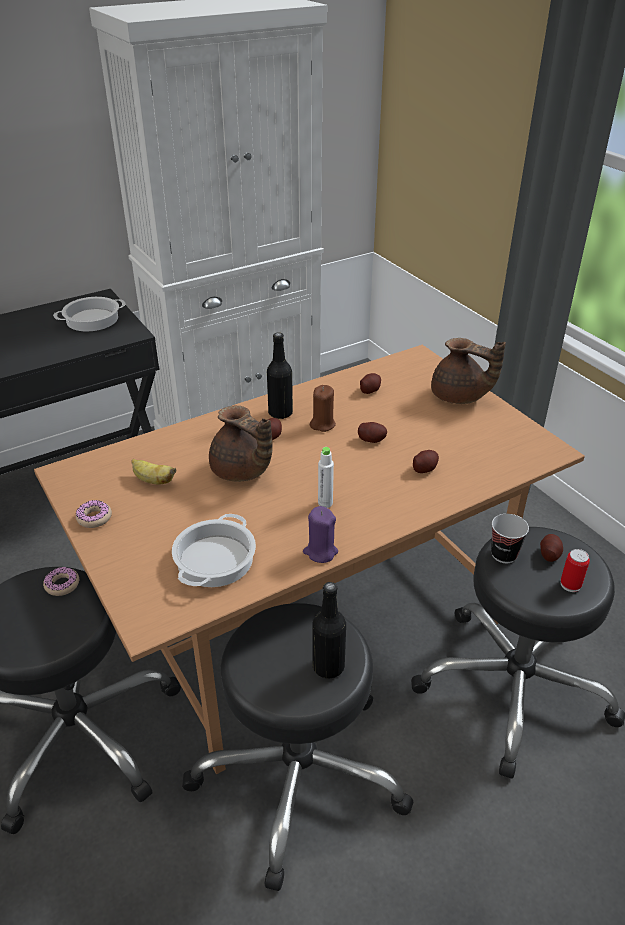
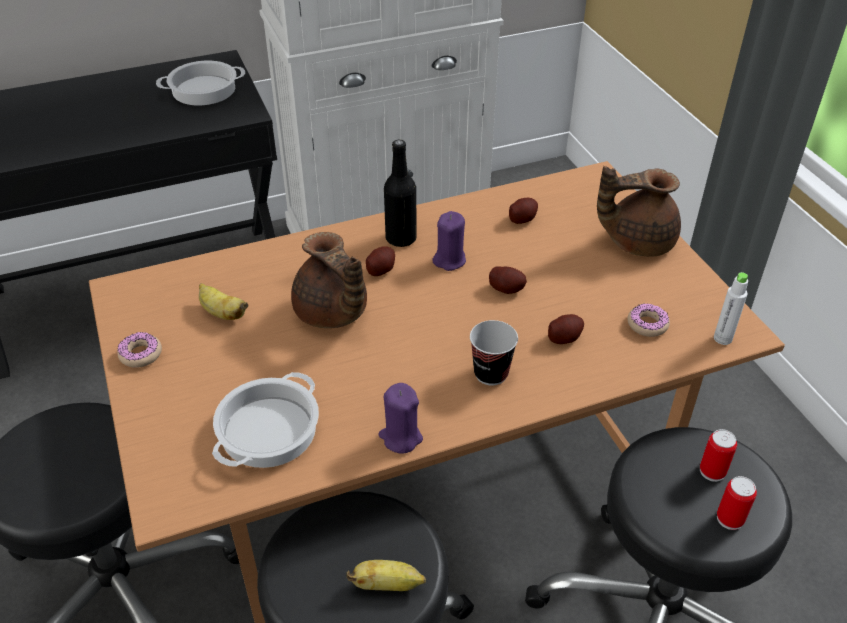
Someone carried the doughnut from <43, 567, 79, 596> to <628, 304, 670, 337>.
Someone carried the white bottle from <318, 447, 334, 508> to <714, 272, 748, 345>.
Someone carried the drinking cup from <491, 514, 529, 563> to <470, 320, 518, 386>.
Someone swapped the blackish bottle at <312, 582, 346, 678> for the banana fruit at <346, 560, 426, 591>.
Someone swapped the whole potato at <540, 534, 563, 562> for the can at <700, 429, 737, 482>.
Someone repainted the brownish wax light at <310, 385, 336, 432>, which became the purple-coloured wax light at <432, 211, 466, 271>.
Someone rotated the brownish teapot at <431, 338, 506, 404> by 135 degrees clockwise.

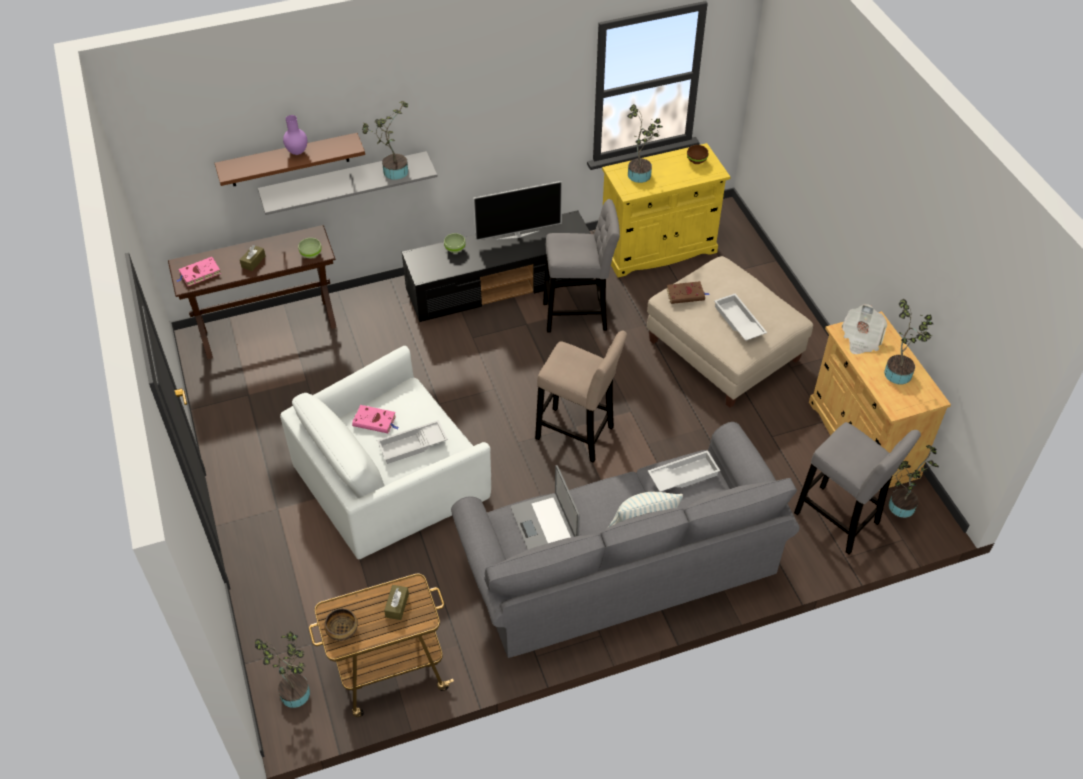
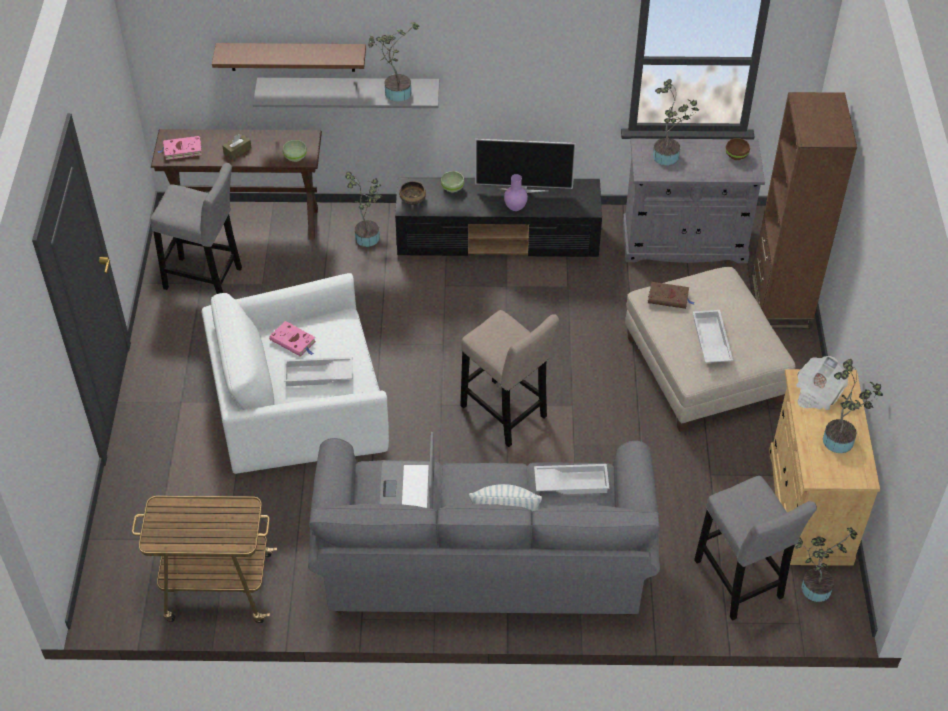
Someone took away the brownish box of tissues at <384, 585, 409, 620>.
Someone put down the brownish shelving unit at <752, 92, 857, 329>.
Someone carried the houseplant from <255, 631, 310, 708> to <345, 171, 382, 247>.
Someone carried the purple-coloured flower vase from <283, 115, 307, 155> to <504, 174, 528, 211>.
Someone carried the bowl from <324, 608, 358, 641> to <399, 181, 426, 205>.
Someone carried the grey stool seat from <543, 199, 620, 333> to <151, 163, 242, 294>.
Someone repainted the yellow-coloured cupboard at <602, 143, 730, 277>, which became the grey cupboard at <623, 139, 765, 263>.

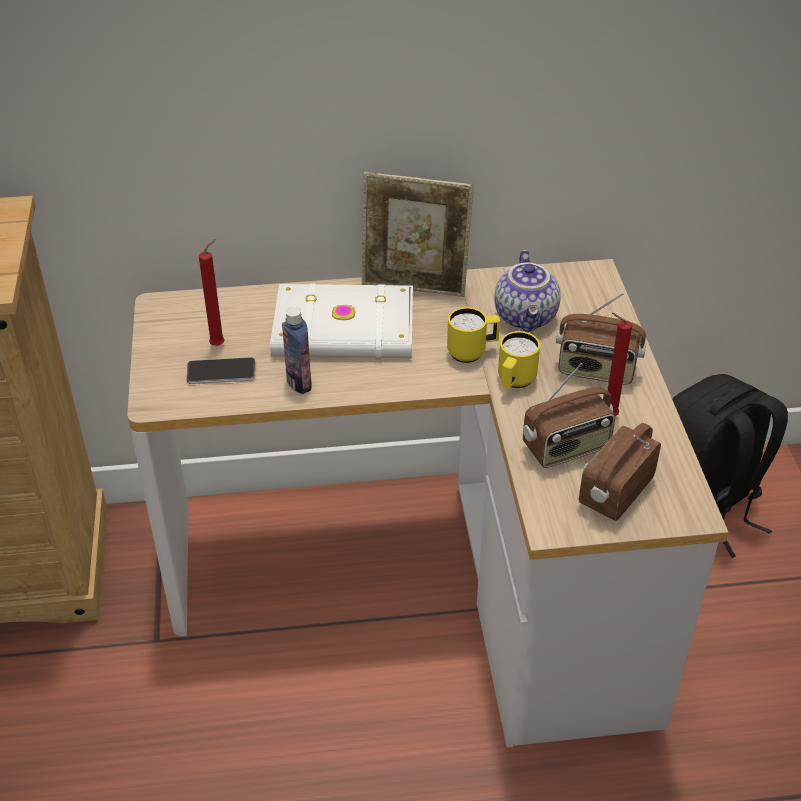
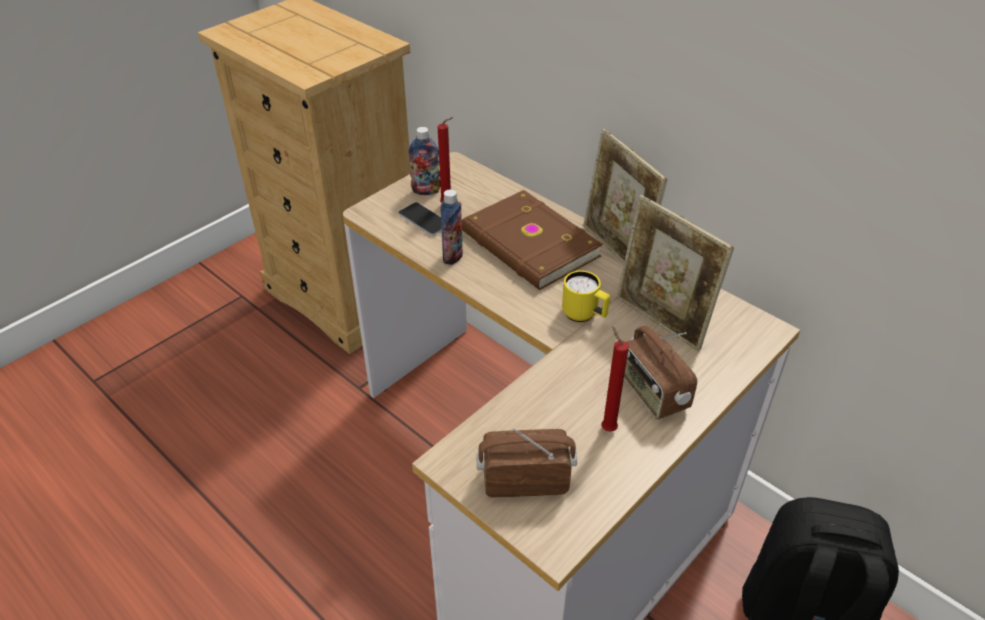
Someone took away the yellow-coloured coffee mug at <498, 331, 540, 389>.
Someone took away the radio receiver at <523, 363, 615, 468>.
Someone put down the bottle at <408, 127, 441, 195>.
Someone swapped the teapot at <494, 250, 560, 332> for the picture frame at <617, 195, 734, 351>.
Someone repainted the white book at <270, 284, 413, 359>, which became the brownish book at <462, 190, 603, 290>.

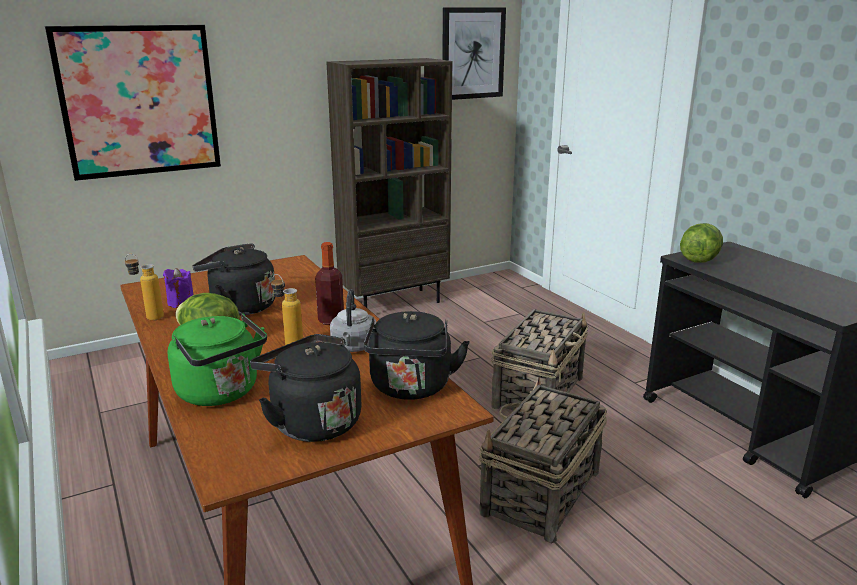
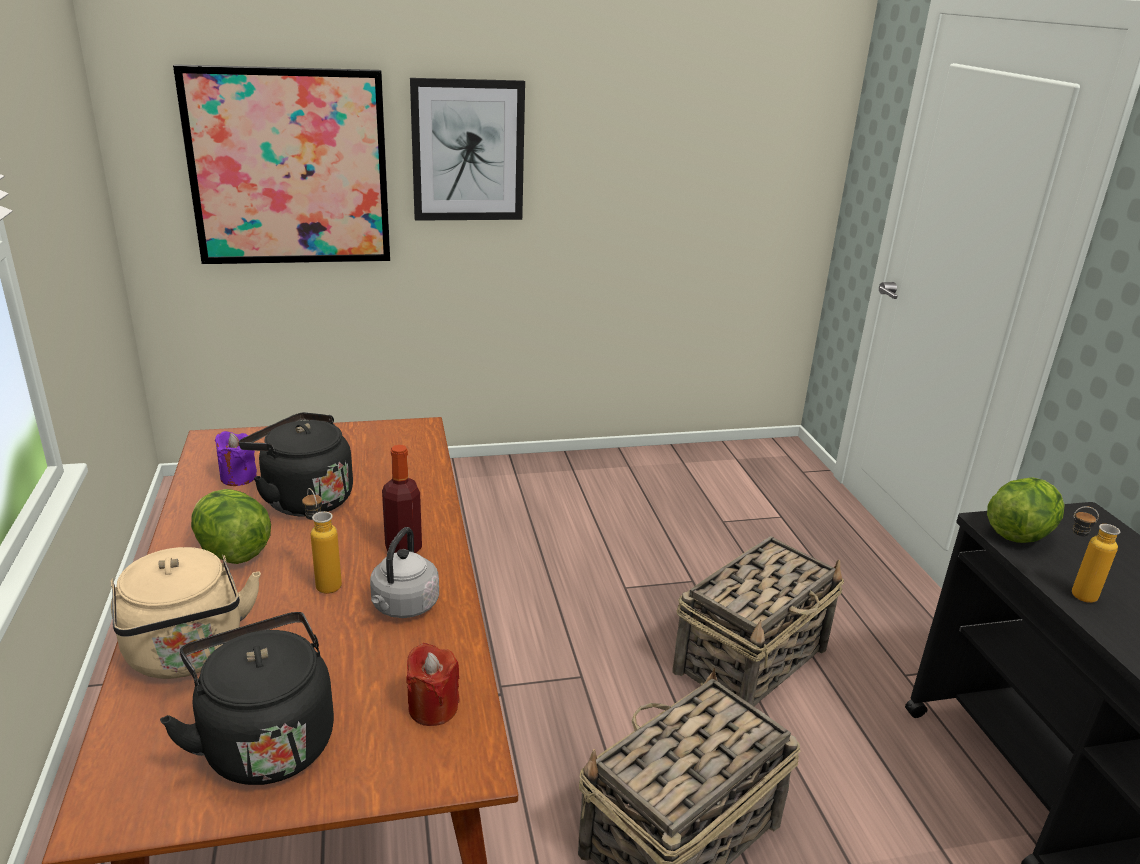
Someone took away the brownish shelving unit at <326, 58, 452, 308>.
Someone carried the bottle from <125, 254, 164, 321> to <1072, 506, 1120, 603>.
Someone carried the picture from <442, 7, 506, 100> to <410, 78, 525, 221>.
Someone swapped the blackish kettle at <363, 311, 470, 400> for the reddish wax light at <406, 643, 459, 726>.
Someone repainted the green kettle at <167, 313, 267, 406>, which became the beige-coloured kettle at <111, 547, 261, 679>.

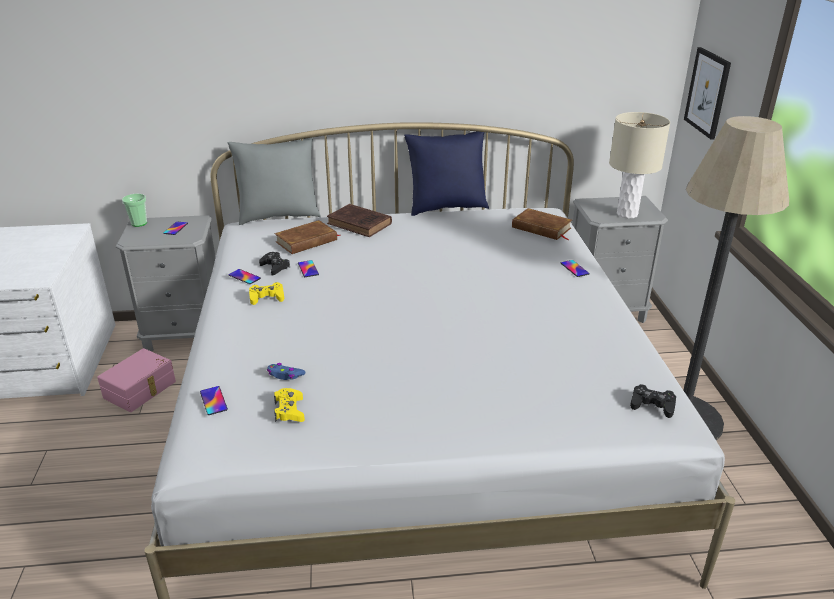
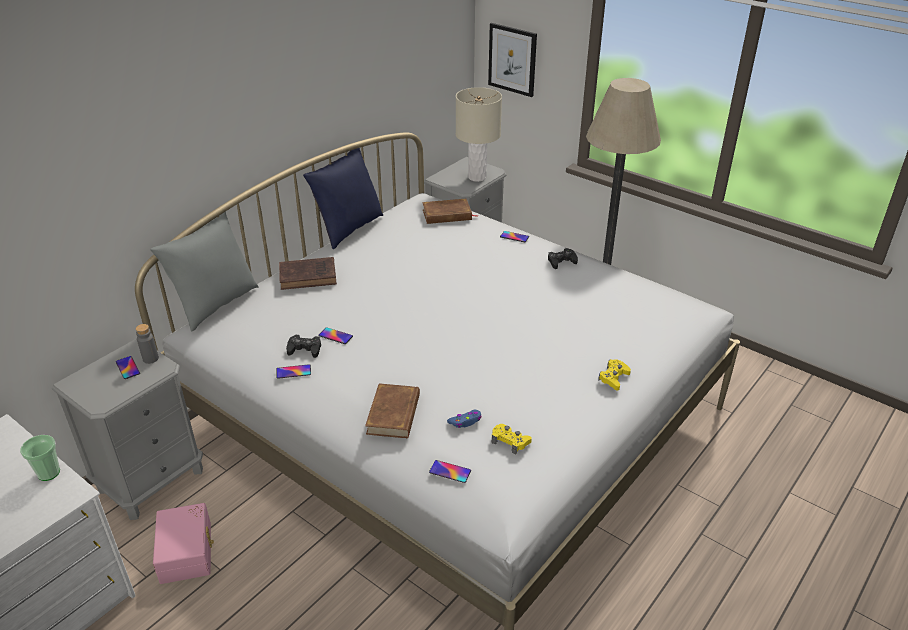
Someone put down the grey bottle at <136, 324, 159, 364>.
Someone carried the drinking cup from <122, 194, 147, 227> to <20, 435, 60, 481>.
Someone carried the yellow-coloured joypad from <249, 282, 284, 305> to <598, 359, 631, 391>.
Someone carried the brownish book from <274, 220, 341, 254> to <365, 383, 420, 439>.
Someone carried the blackish joypad from <630, 384, 676, 418> to <548, 248, 578, 269>.

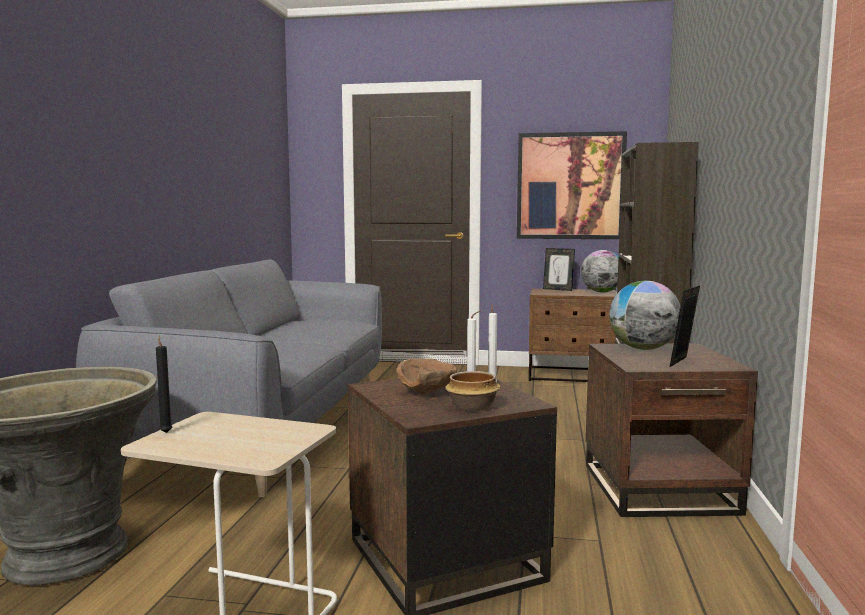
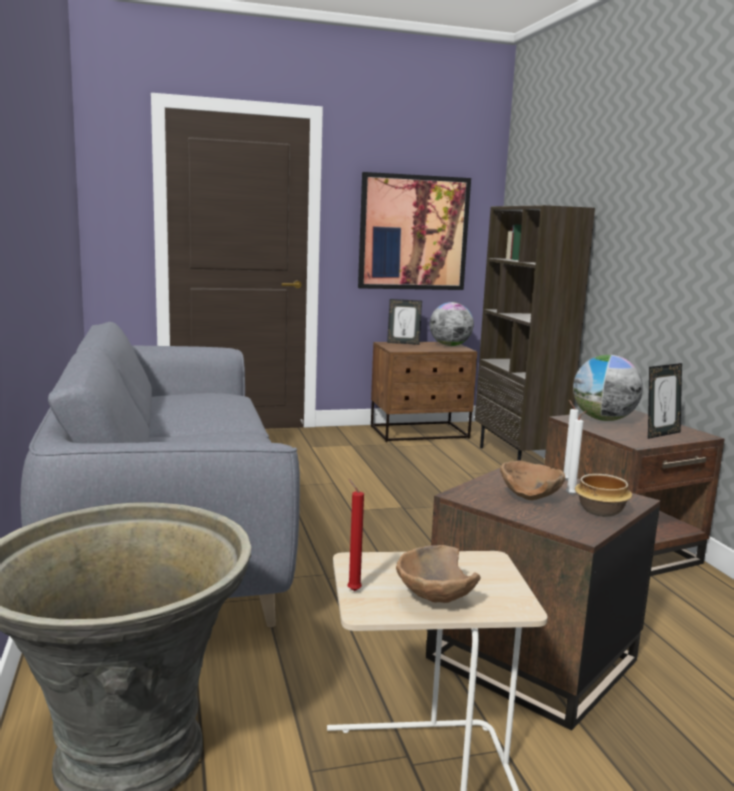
Someone put down the brownish bowl at <396, 545, 481, 603>.
Someone repainted the blackish wax light at <156, 336, 172, 433>, which became the reddish wax light at <348, 479, 364, 591>.
Someone rotated the picture frame at <670, 286, 700, 367> by 135 degrees counterclockwise.

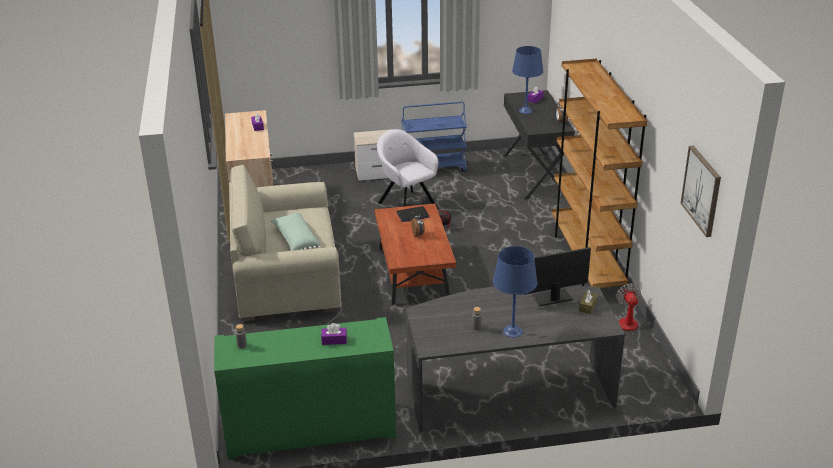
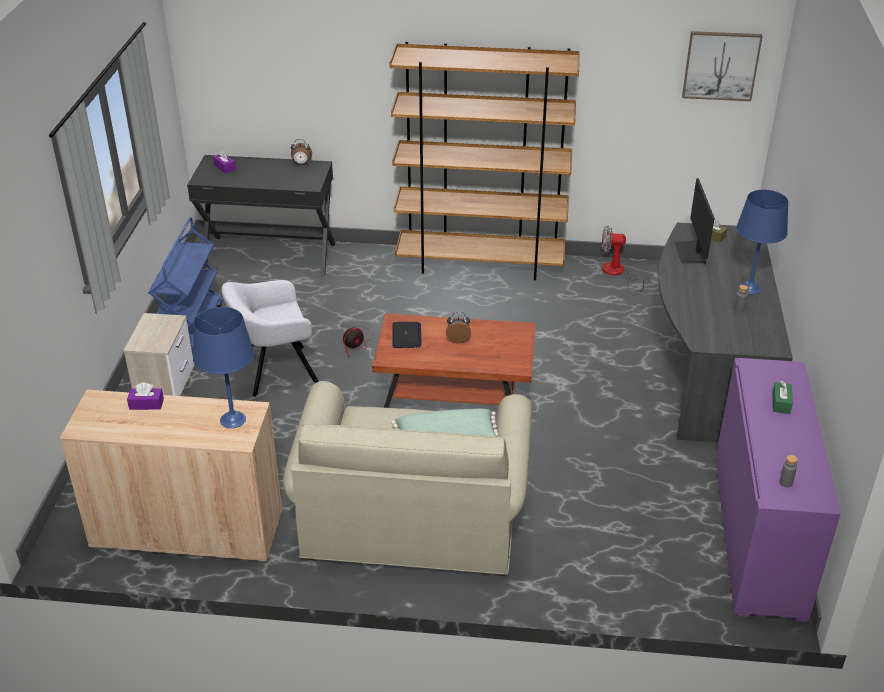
Someone carried the bluish lamp for a table from <512, 46, 543, 114> to <193, 307, 254, 428>.
Someone repainted the green cupboard at <214, 317, 396, 459>, which became the purple-coloured cupboard at <715, 358, 841, 622>.
Someone repainted the purple-coloured box of tissues at <321, 323, 347, 345>, which became the green box of tissues at <772, 381, 793, 414>.

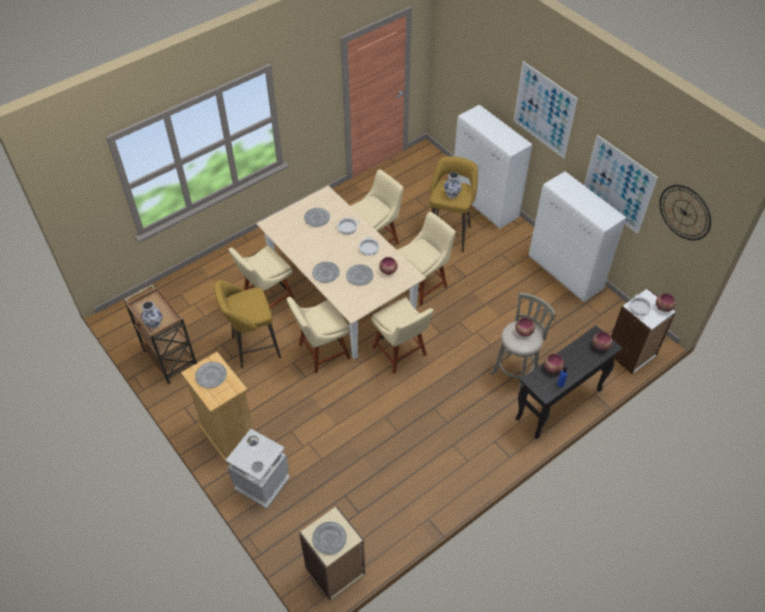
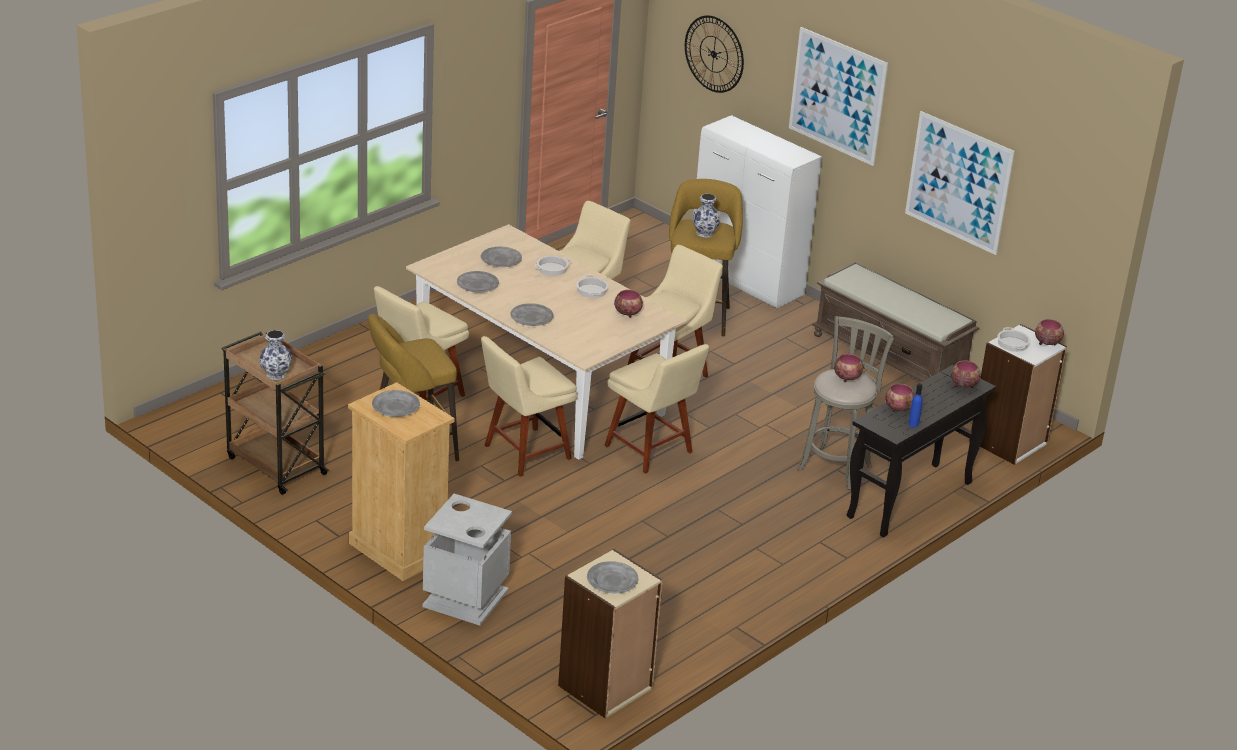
Someone carried the grey plate from <346, 264, 374, 286> to <457, 271, 499, 293>.
Someone carried the wall clock from <659, 185, 711, 241> to <685, 15, 744, 93>.
Someone swapped the white cupboard at <529, 171, 627, 302> for the brownish indoor bench at <812, 262, 979, 382>.

